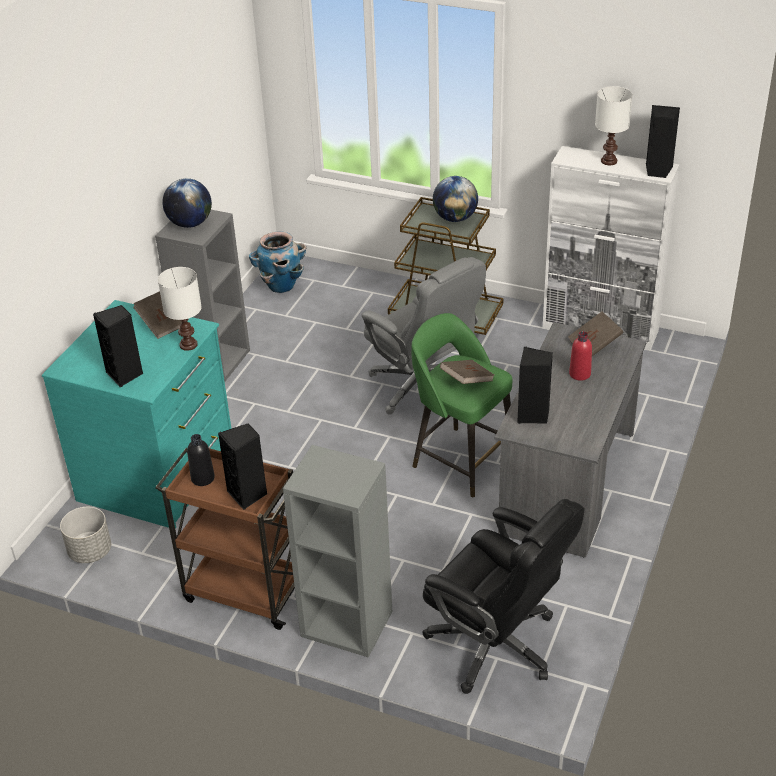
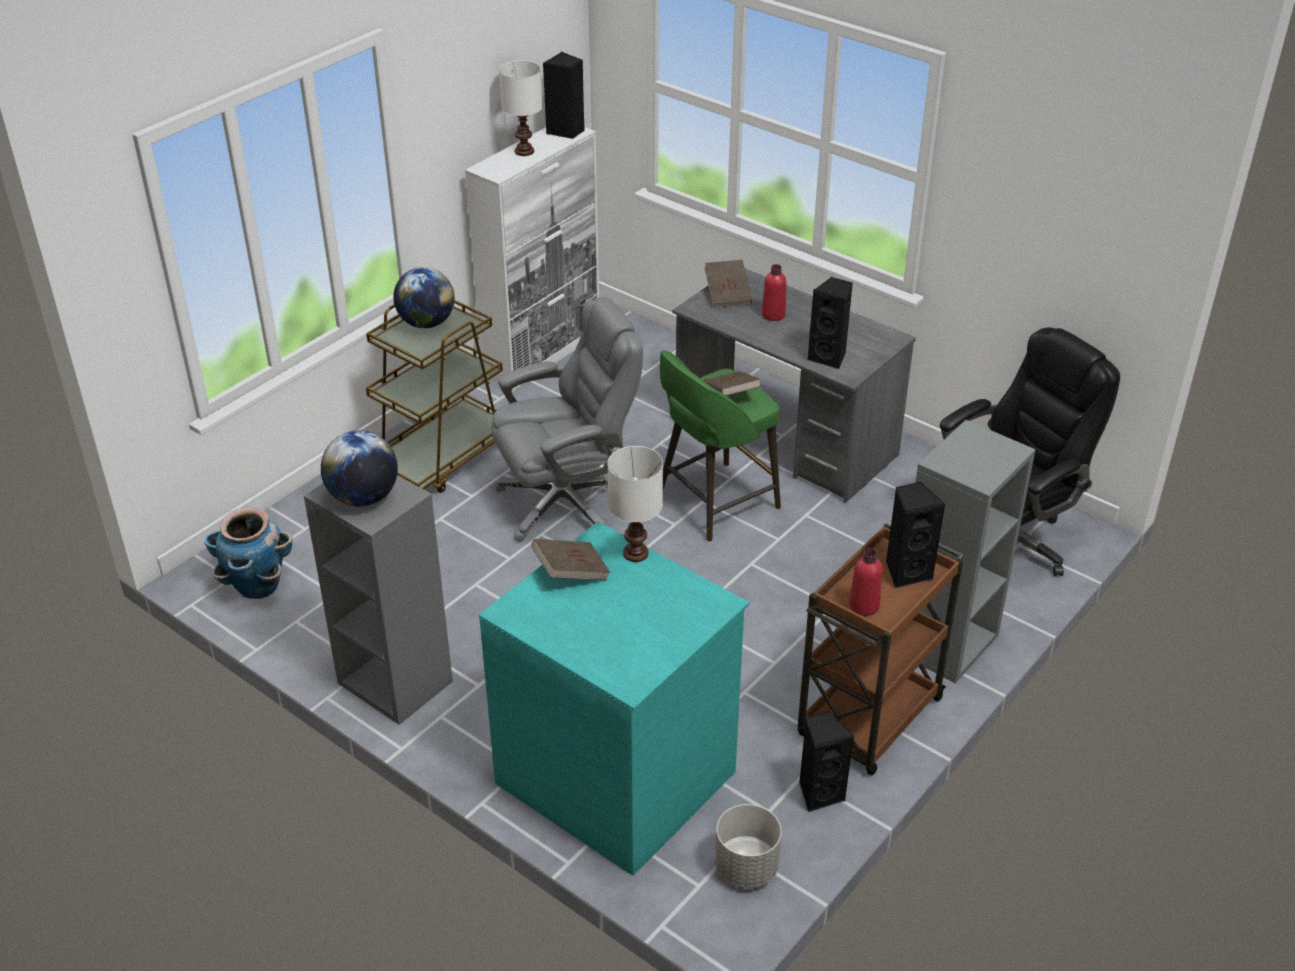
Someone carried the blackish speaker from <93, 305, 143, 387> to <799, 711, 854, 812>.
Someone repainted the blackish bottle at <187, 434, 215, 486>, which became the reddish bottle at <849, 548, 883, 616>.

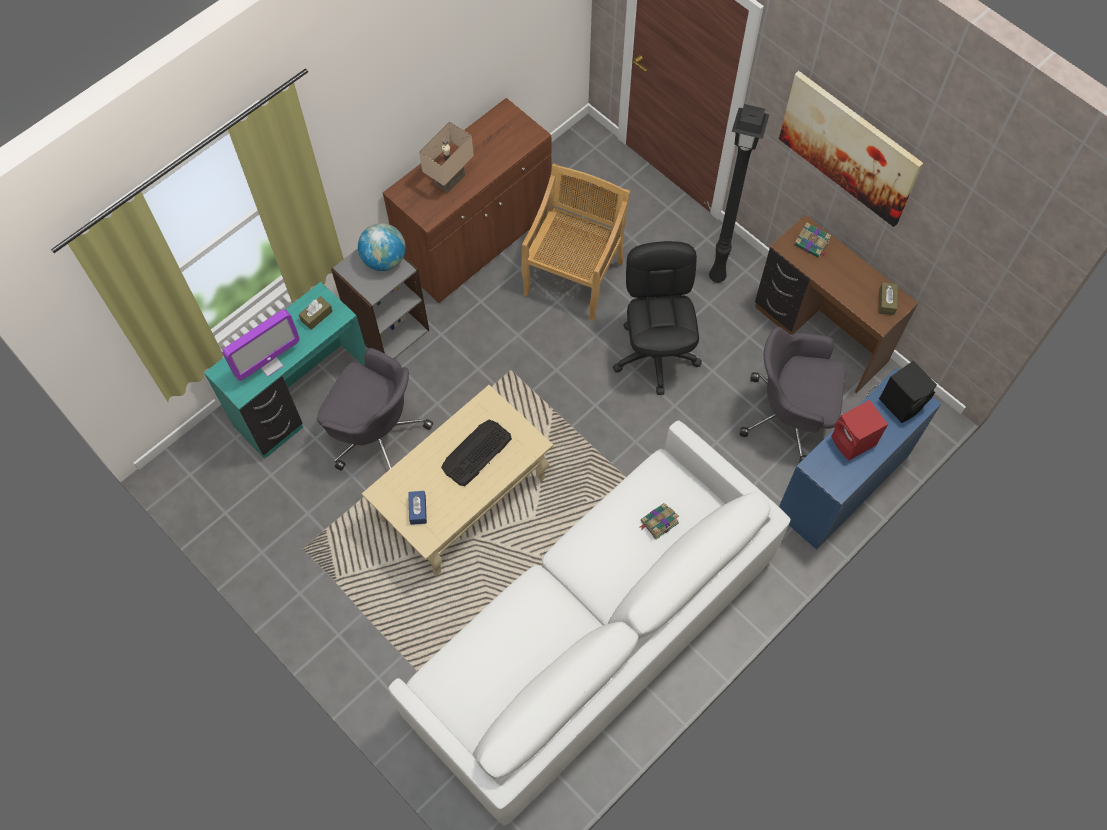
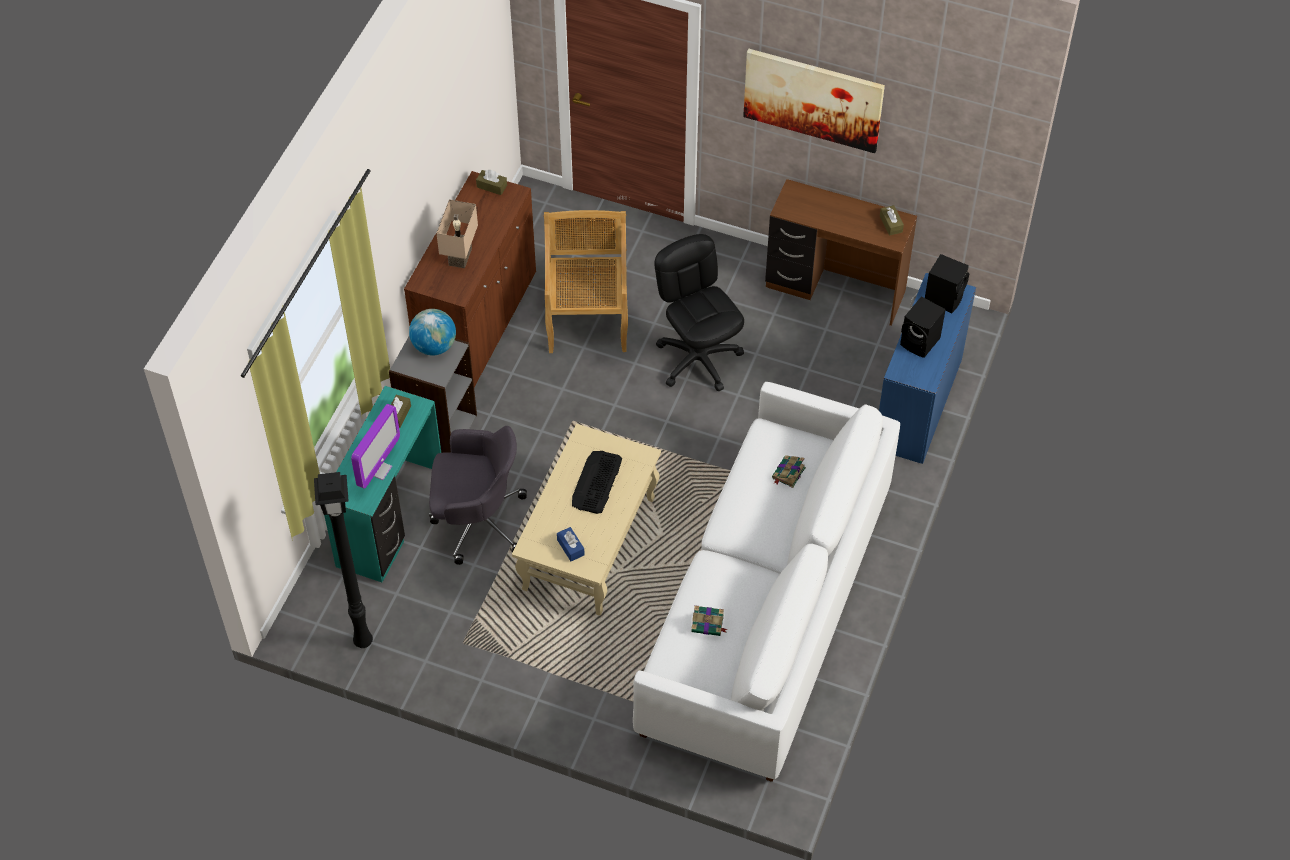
Someone took away the grey office chair at <740, 327, 845, 463>.
Someone put down the brownish box of tissues at <476, 170, 507, 195>.
Someone carried the blackish standing lamp from <709, 104, 769, 283> to <314, 472, 373, 648>.
Someone carried the book from <795, 223, 831, 257> to <691, 605, 727, 636>.
Someone repainted the reddish speaker at <831, 400, 888, 460>, which became the blackish speaker at <900, 296, 946, 358>.

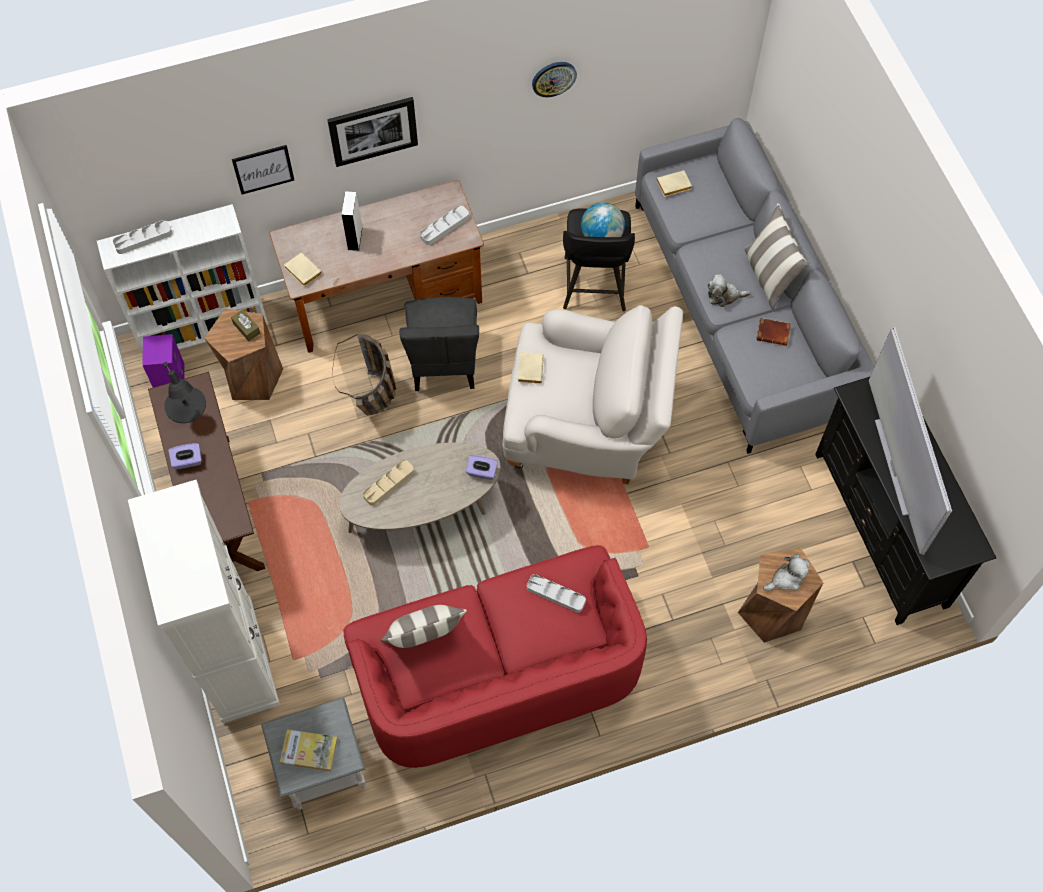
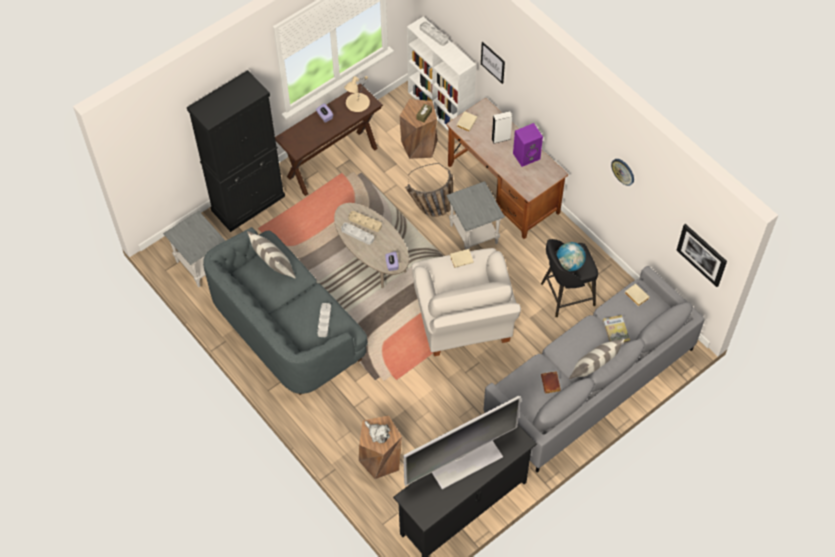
Someone took away the soft toy at <707, 274, 751, 307>.
Someone carried the purple-coloured speaker from <142, 334, 184, 387> to <513, 123, 543, 167>.
Someone carried the book from <280, 730, 338, 771> to <603, 315, 630, 344>.
Someone carried the picture from <327, 97, 418, 167> to <676, 224, 727, 287>.
Someone carried the grey carrying tray from <420, 205, 469, 245> to <341, 222, 374, 245>.
Someone swapped the grey upright chair at <399, 297, 479, 391> for the grey end table at <446, 181, 505, 250>.
Someone repainted the white cupboard at <128, 480, 280, 723>, which became the blackish cupboard at <187, 70, 285, 232>.
Someone repainted the blackish lamp for a table at <163, 362, 206, 423>, which became the beige-coloured lamp for a table at <344, 76, 370, 112>.
Someone repainted the reddish couch at <344, 545, 647, 768>, which became the grey couch at <203, 227, 368, 395>.

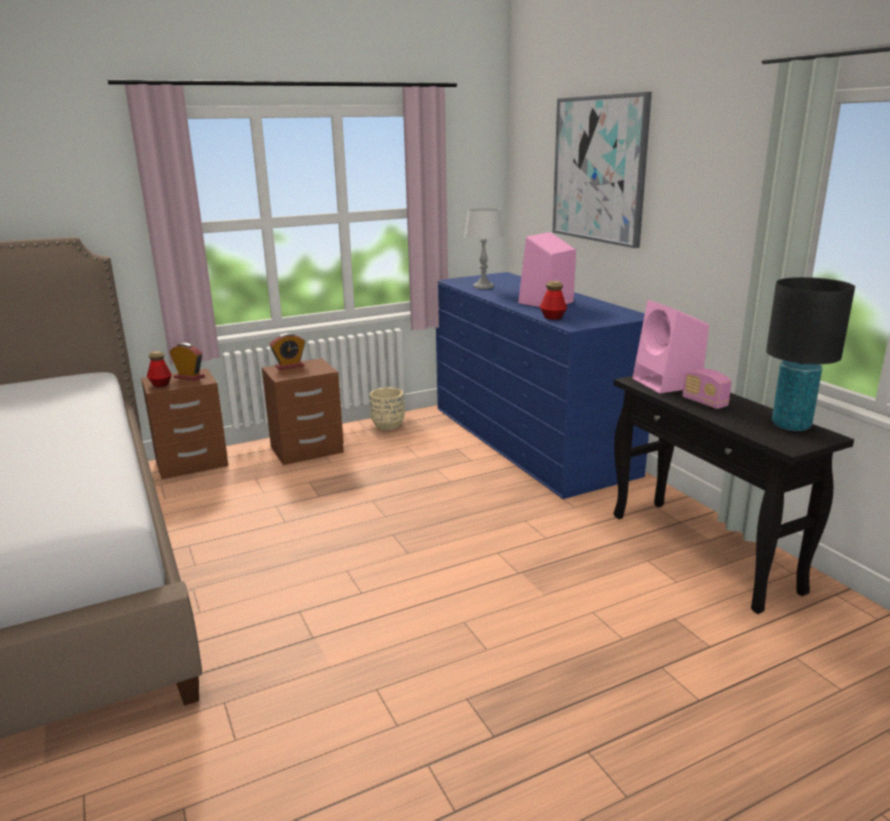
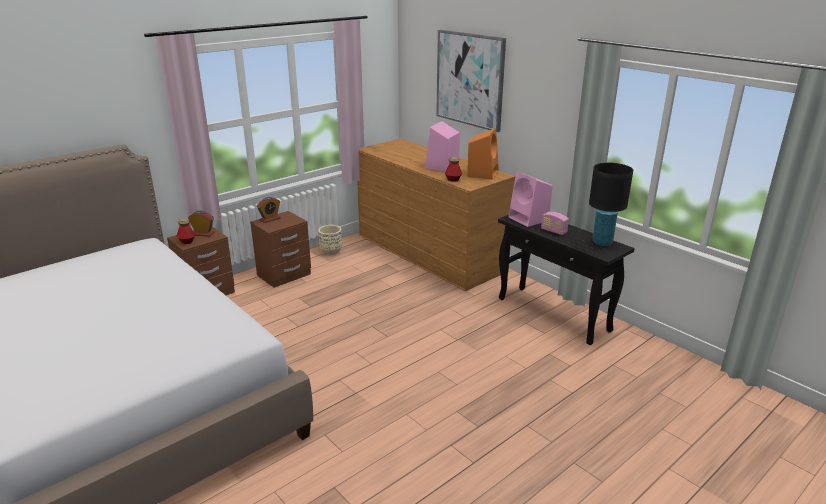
Someone took away the grey lamp for a table at <464, 208, 503, 289>.
Someone put down the orangey speaker at <467, 128, 499, 180>.
Someone repainted the bluish dresser at <436, 272, 649, 499>, which became the brownish dresser at <357, 139, 515, 291>.

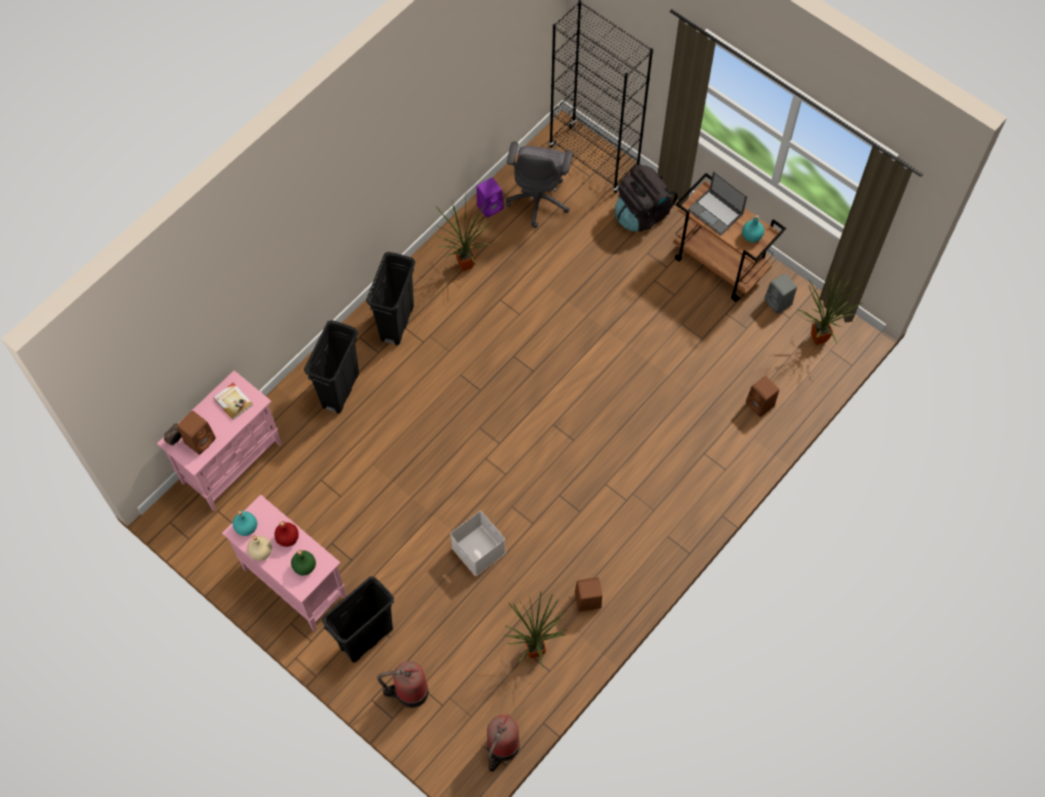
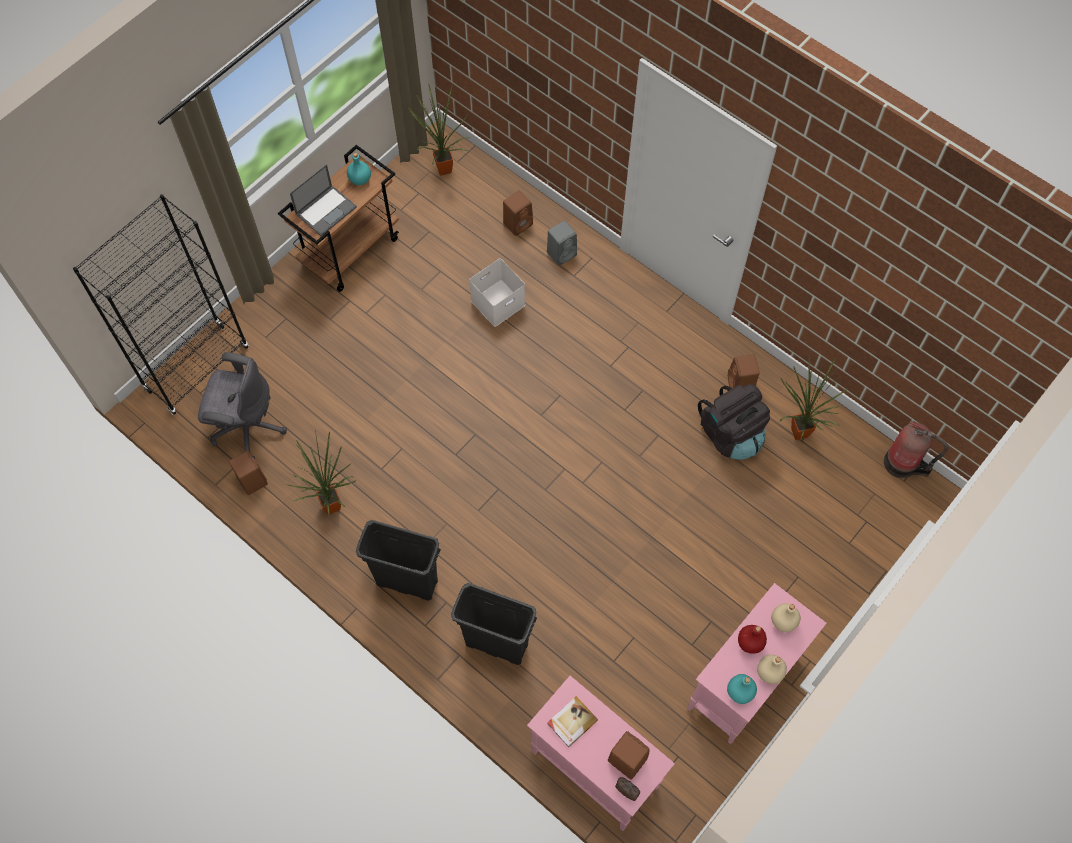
Someone took away the blackish trash can at <322, 576, 394, 662>.
Someone took away the fire-fighting cylinder at <377, 661, 429, 708>.
Someone carried the white storage bin from <451, 511, 506, 576> to <469, 258, 525, 327>.
Someone carried the blackish backpack from <615, 164, 678, 232> to <698, 384, 770, 460>.
Someone carried the grey speaker from <764, 273, 797, 314> to <547, 221, 577, 266>.
Someone repainted the green bottle at <291, 550, 316, 576>, which became the beige-coloured bottle at <771, 603, 801, 632>.
Someone repainted the purple-coloured speaker at <477, 178, 504, 218>, which became the brownish speaker at <229, 451, 268, 495>.

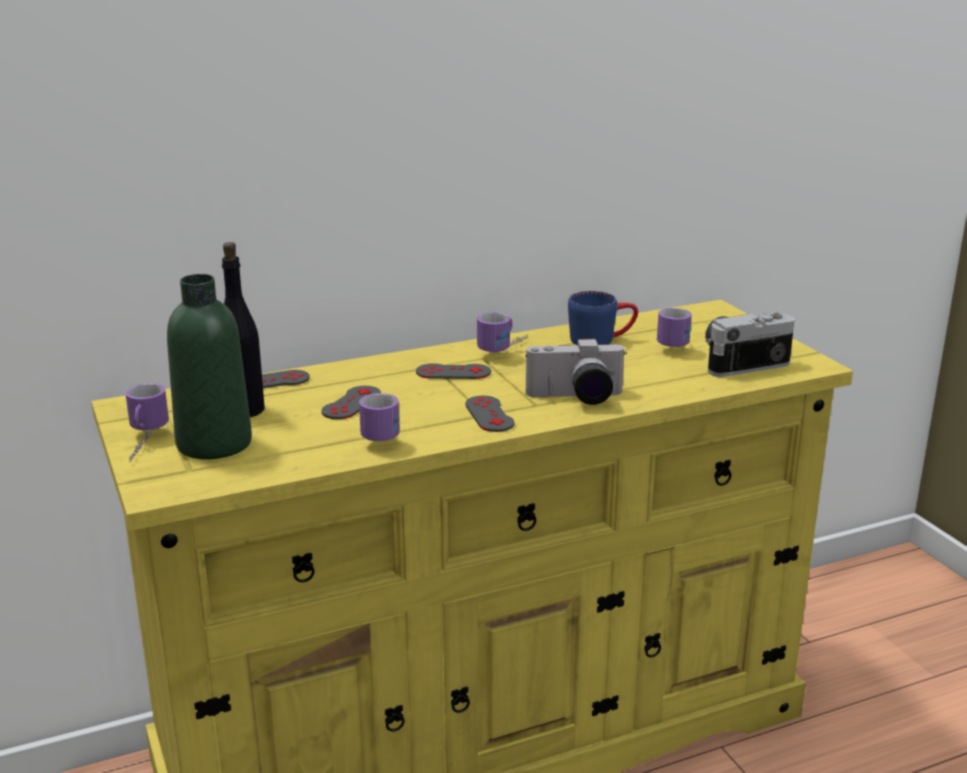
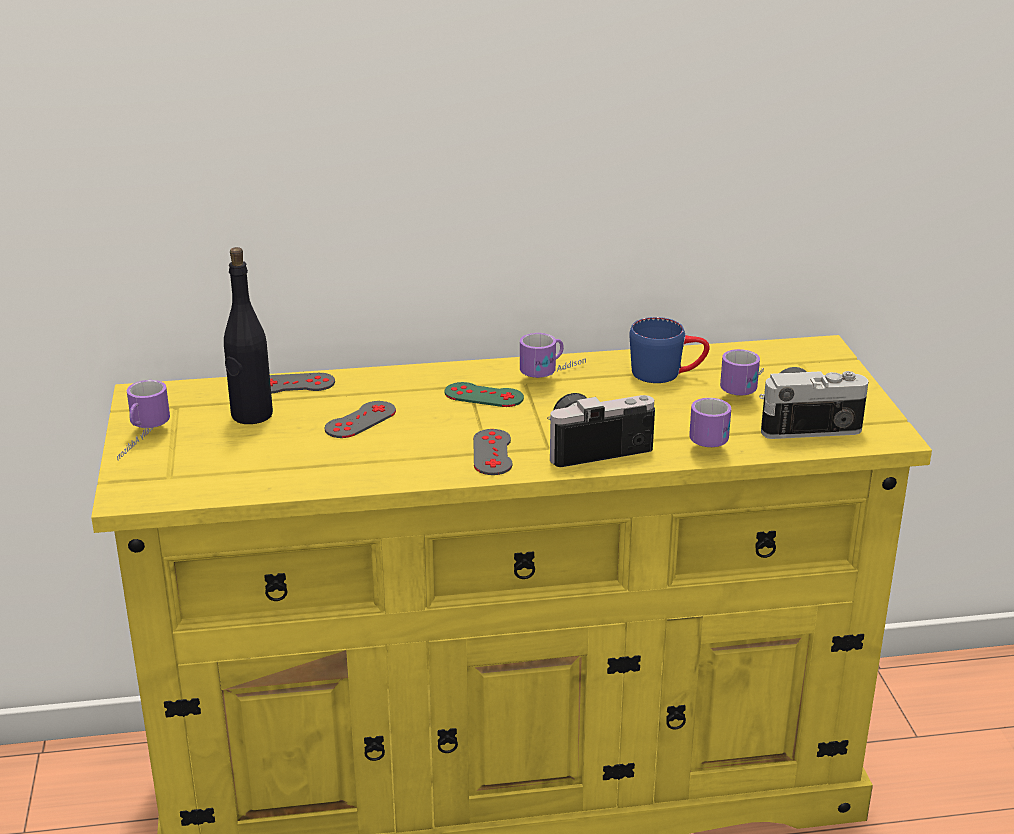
Someone took away the green bottle at <167, 274, 252, 459>.
Someone carried the coffee mug from <359, 393, 400, 441> to <689, 398, 731, 447>.
Someone repainted the grey joypad at <416, 363, 491, 379>, which became the green joypad at <444, 382, 524, 407>.
Someone rotated the still camera at <525, 338, 627, 405> by 150 degrees clockwise.

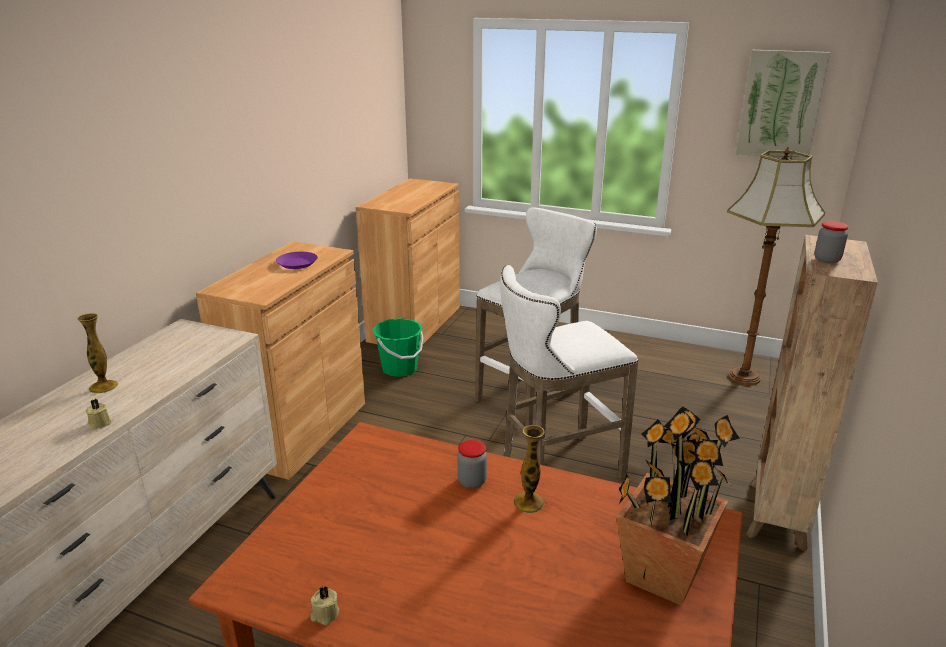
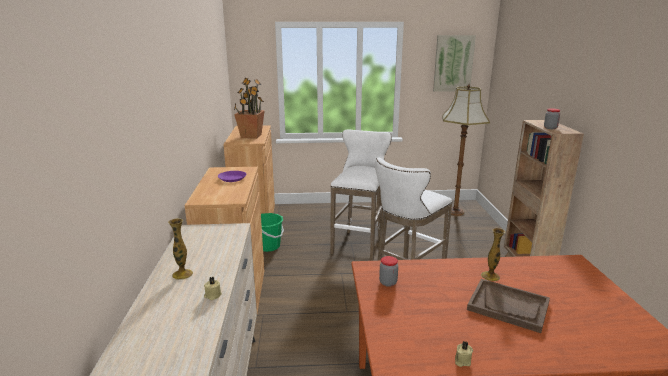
Someone put down the brownish carrying tray at <467, 279, 550, 333>.
Someone carried the storage jar from <457, 440, 487, 488> to <379, 256, 398, 287>.
Someone carried the houseplant from <616, 406, 740, 606> to <234, 78, 265, 139>.

